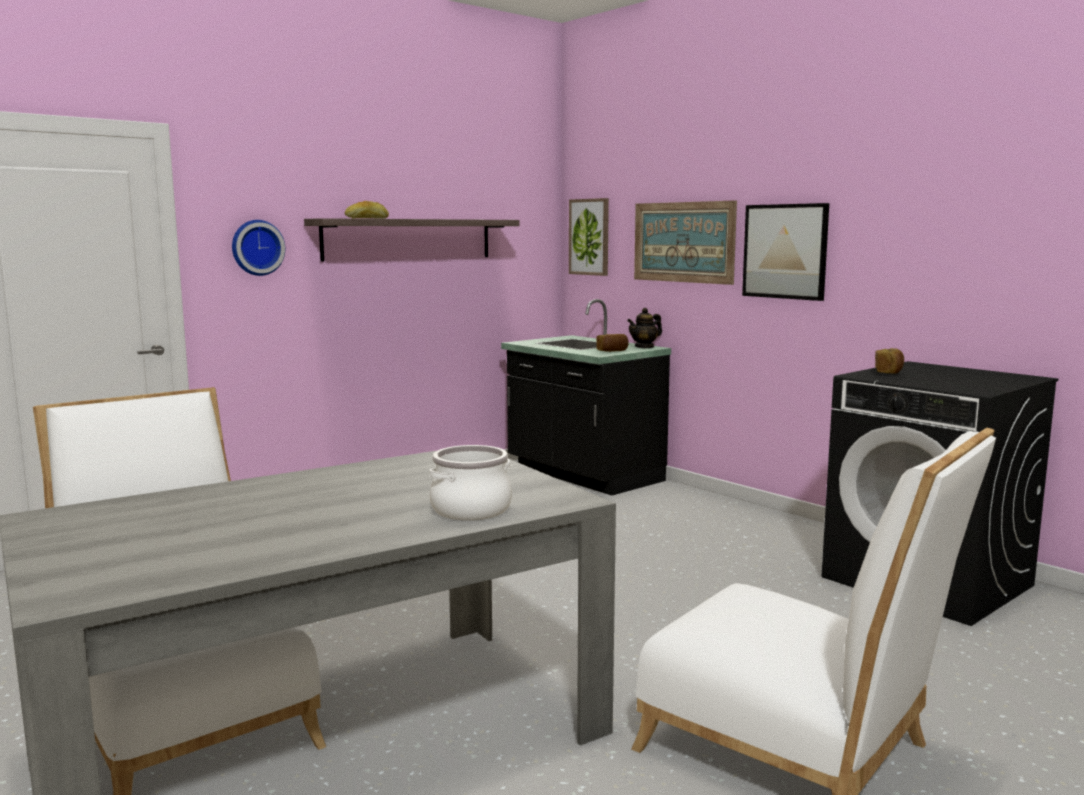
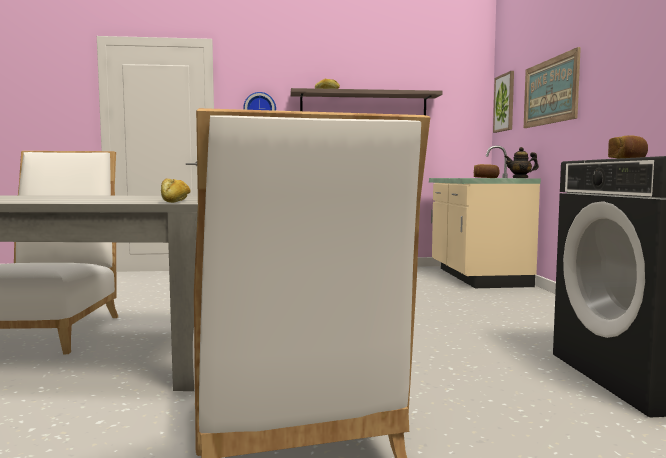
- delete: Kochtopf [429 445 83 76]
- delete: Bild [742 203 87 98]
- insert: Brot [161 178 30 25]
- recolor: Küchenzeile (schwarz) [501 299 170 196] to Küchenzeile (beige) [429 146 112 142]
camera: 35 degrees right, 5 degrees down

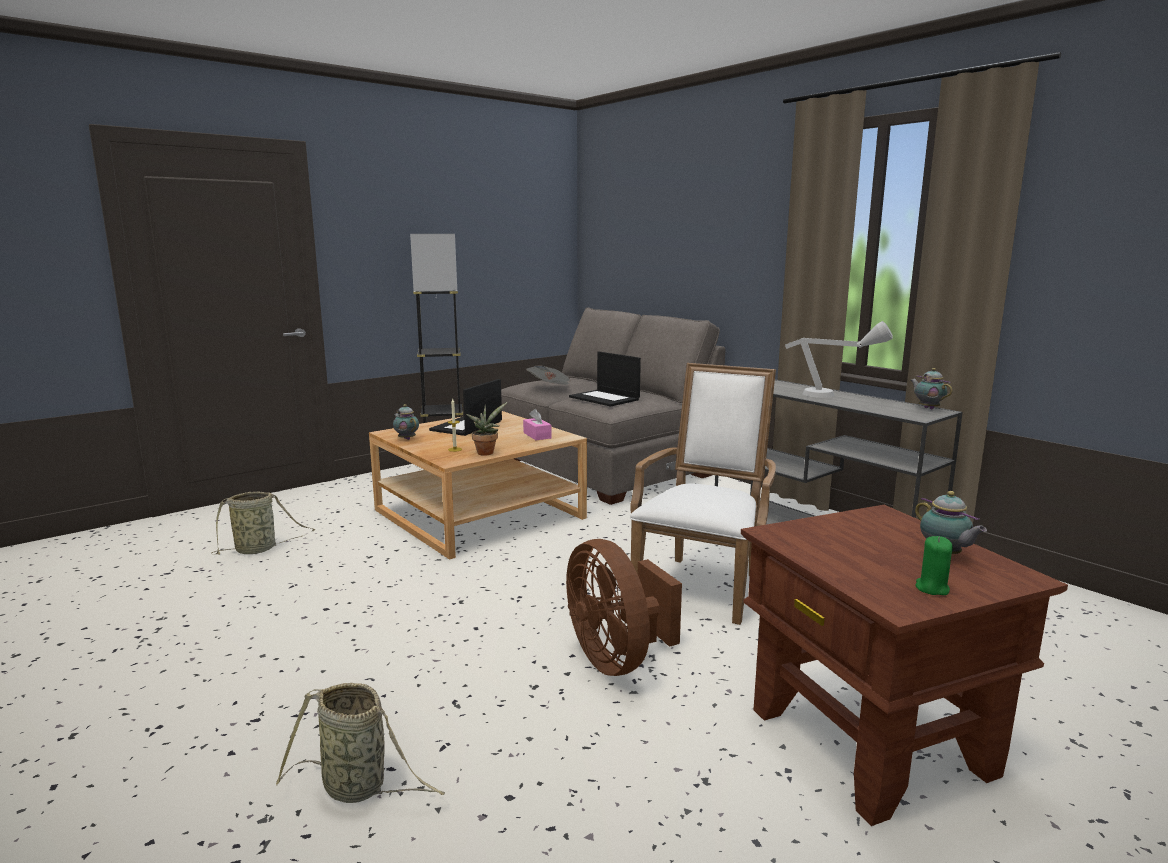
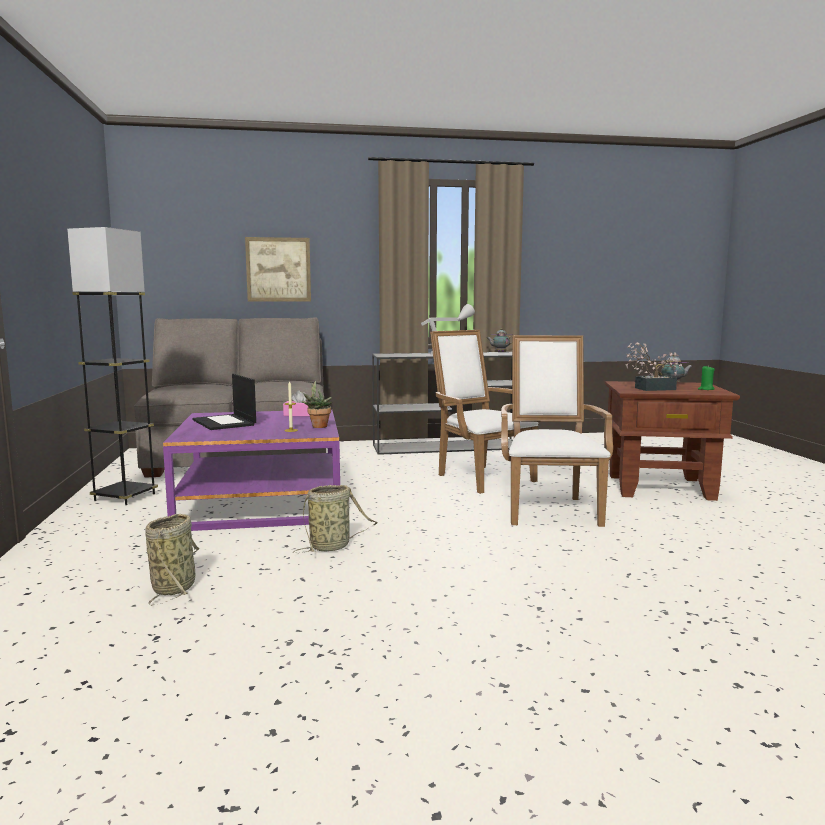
- delete: Teekanne [393 404 26 36]
- delete: Zeitung [526 366 44 19]
- delete: Laptop [569 351 72 56]
- insert: Bild [245 237 66 65]
- insert: Topfpflanze [626 342 56 49]
- move: Korb [276 683 169 120] to [293 485 85 68]
- replace: Ventilator (braun) [566 539 116 137] to Sessel (weiß) [501 335 112 192]
- recolor: Couchtisch (beige) [369 411 218 149] to Couchtisch (lila) [163 410 177 121]
camera: 60 degrees left, 5 degrees down

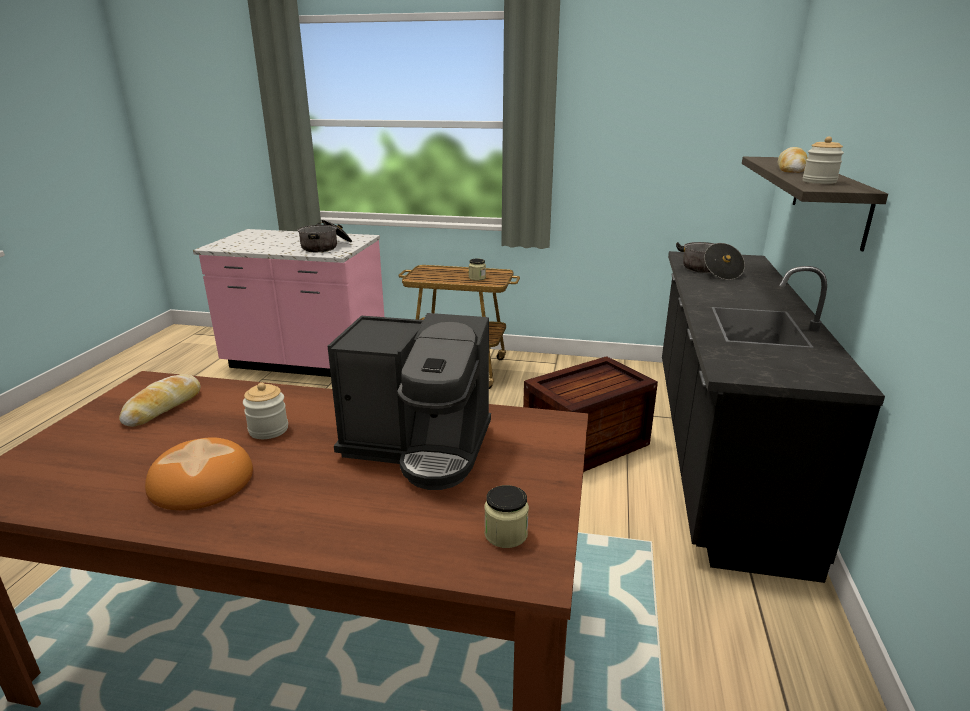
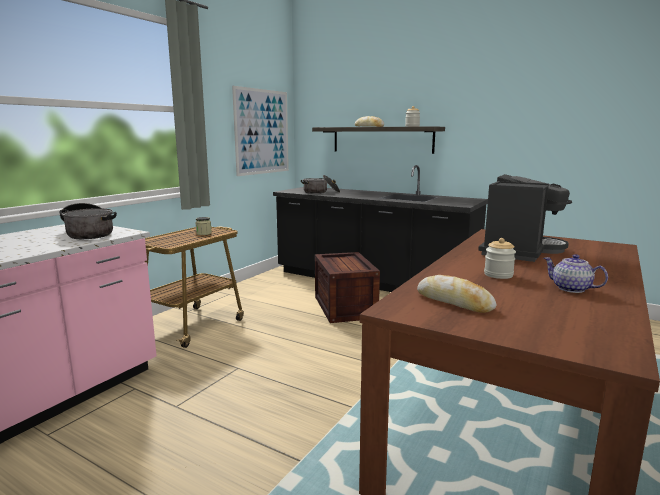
- delete: Vorratsglas [485 485 44 63]
- insert: Bild [232 86 57 90]
- replace: Brot [145 437 108 73] to Teekanne [544 254 64 39]
camera: 70 degrees left, 10 degrees down

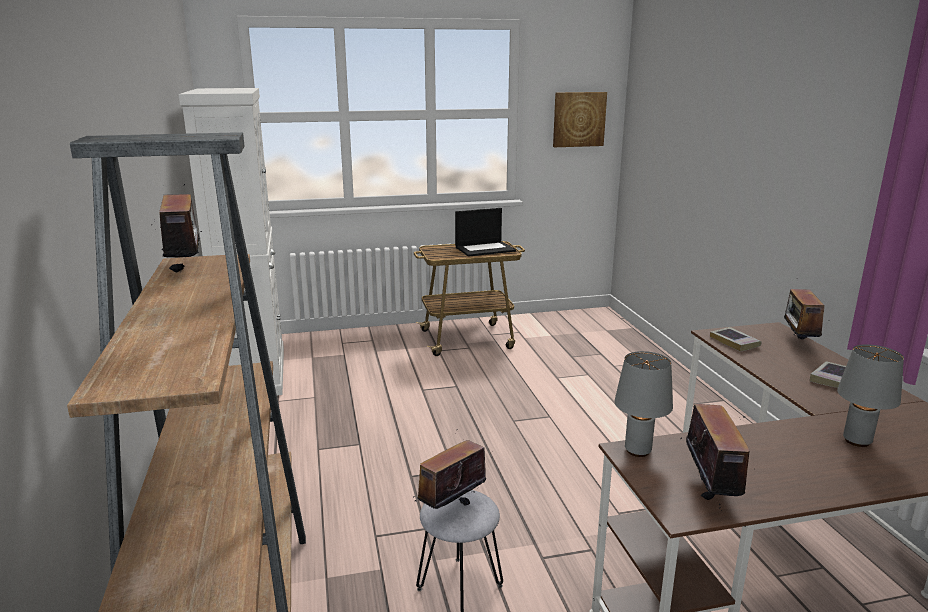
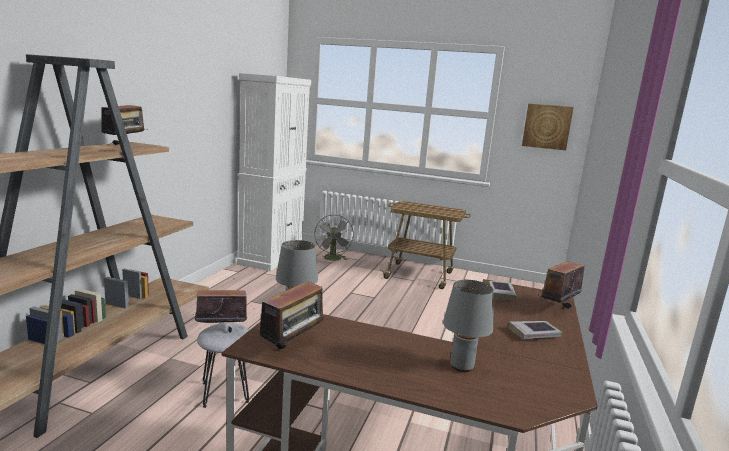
- delete: Laptop [455 208 61 49]
- insert: Ventilator (grau) [314 214 40 47]
camera: 30 degrees right, 5 degrees down

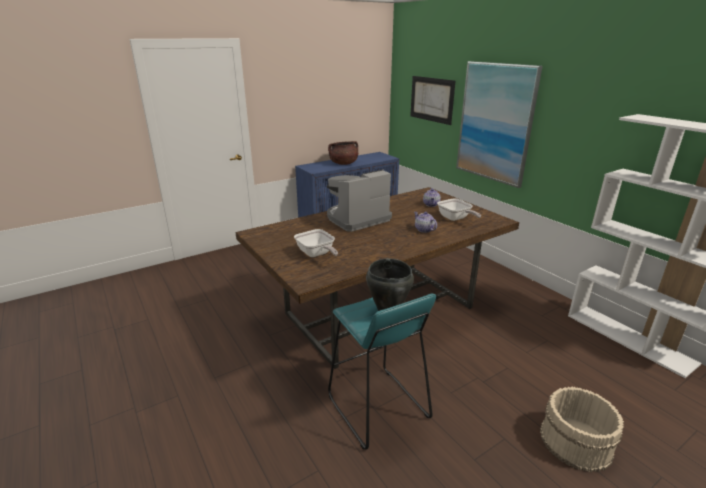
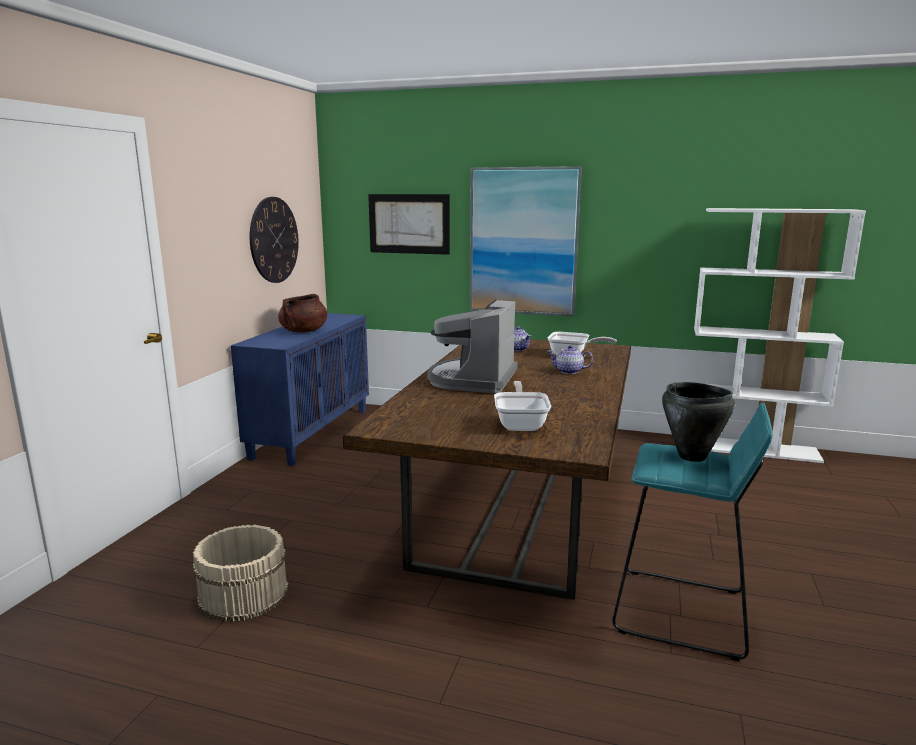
- insert: Wanduhr [250 197 49 86]
- move: Eimer (beige) [540 387 84 86] to [193 525 96 97]
- rotate: Pfanne [294 229 44 28] = [494 381 57 50] 105 degrees counterclockwise
camera: 40 degrees left, 10 degrees down

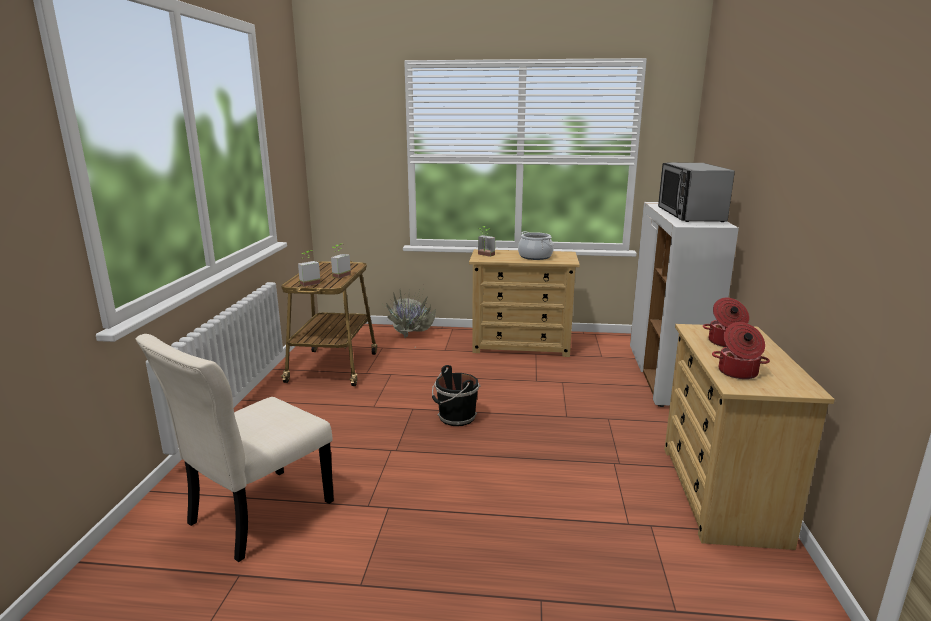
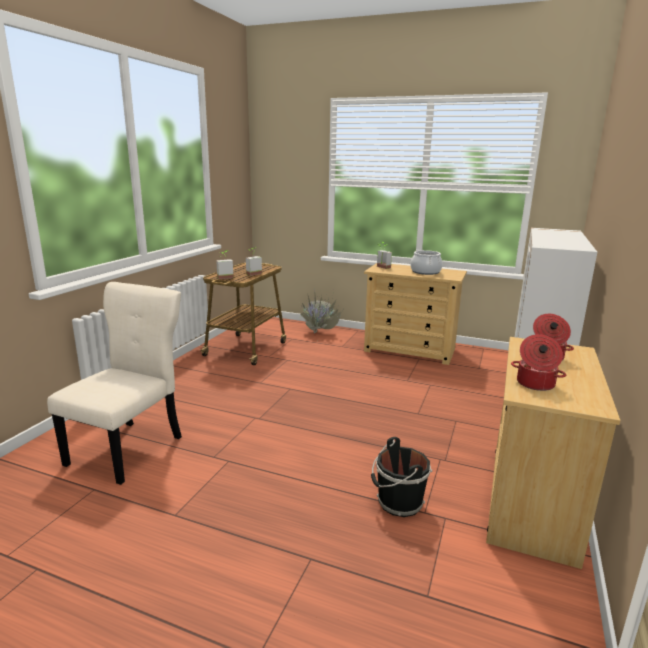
- delete: Mikrowelle [658 163 77 59]
- move: Eimer (schwarz) [432 365 49 61] to [371 437 61 80]
- rotate: Stuhl (beige) [136 334 198 228] = [47 282 135 203] 150 degrees clockwise
camera: 15 degrees right, 0 degrees up

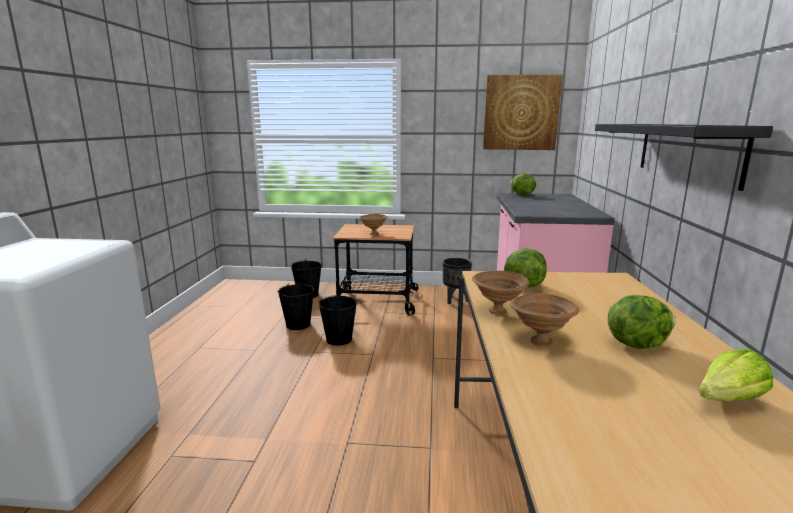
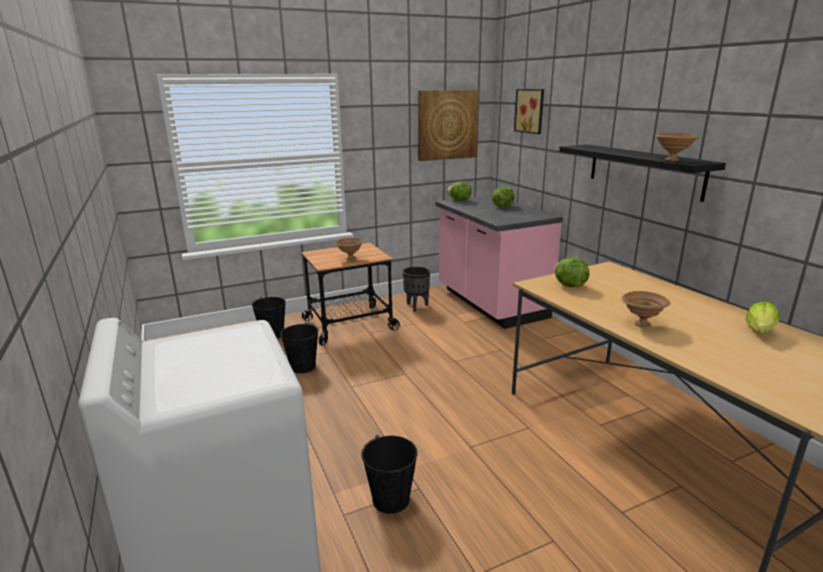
- insert: Bild [514 89 30 45]
- move: Eimer (schwarz) [318 294 39 52] to [361 435 57 79]
- move: Schüssel (braun) [472 271 57 44] to [655 133 44 28]
- move: Salatkopf [608 295 68 54] to [492 187 23 21]
camera: 30 degrees left, 5 degrees up

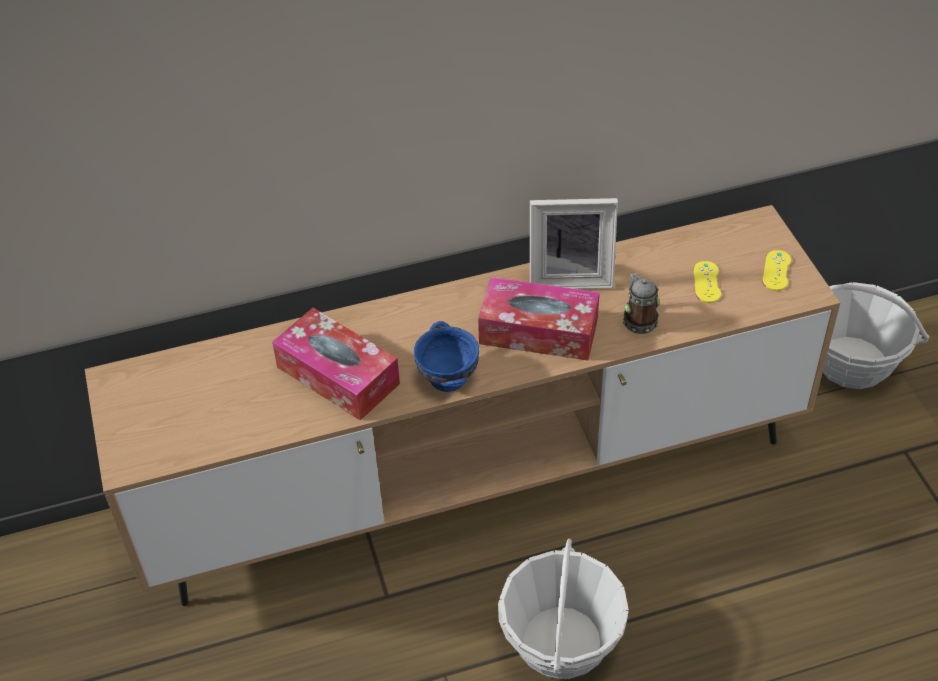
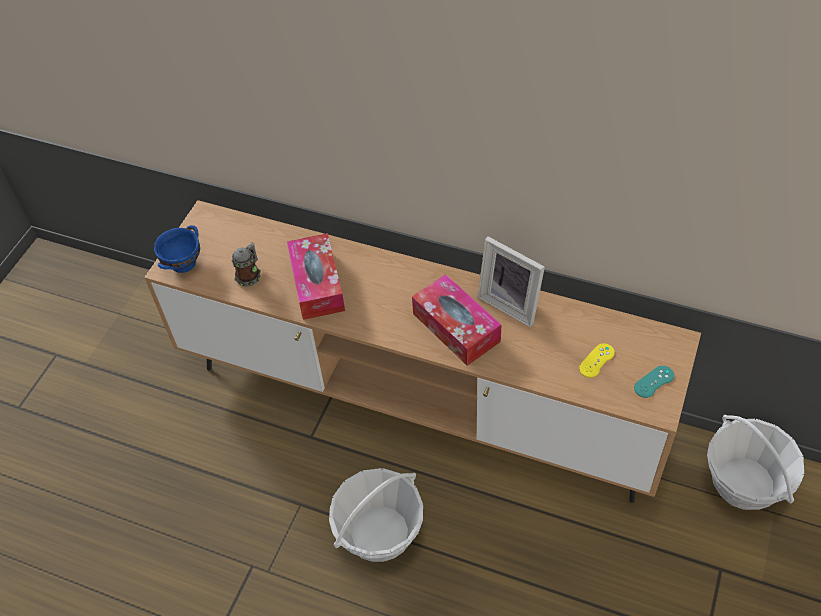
- move: Schüssel (blau) [414 321 65 71] to [154 225 46 48]
- move: Henkelbecher [623 273 37 61] to [232 242 29 45]
- recolor: Gamepad (gelb) [762 250 29 41] to Gamepad (türkis) [634 366 40 32]
camera: 40 degrees right, 5 degrees up

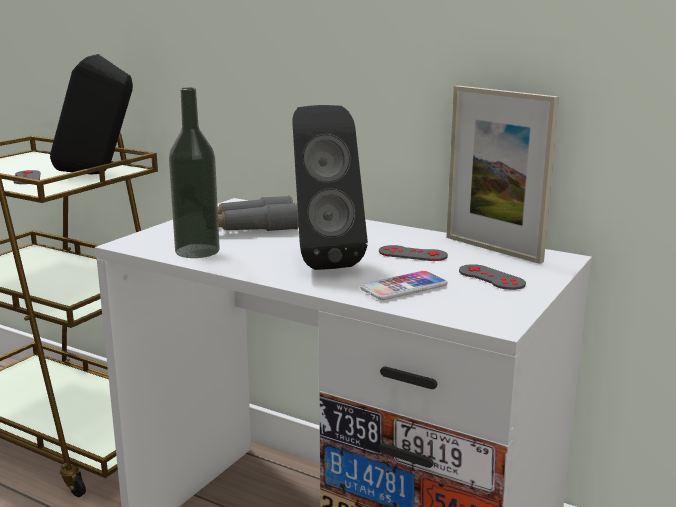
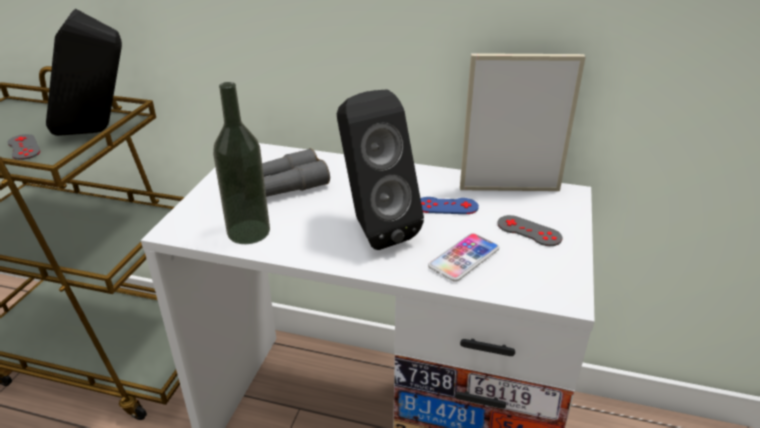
- recolor: Gamepad (grau) [379 245 69 16] to Gamepad (blau) [420 197 59 17]
- rotate: Bilderrahmen [446 85 113 179] = [460 53 126 138] 150 degrees clockwise
camera: 15 degrees left, 15 degrees up

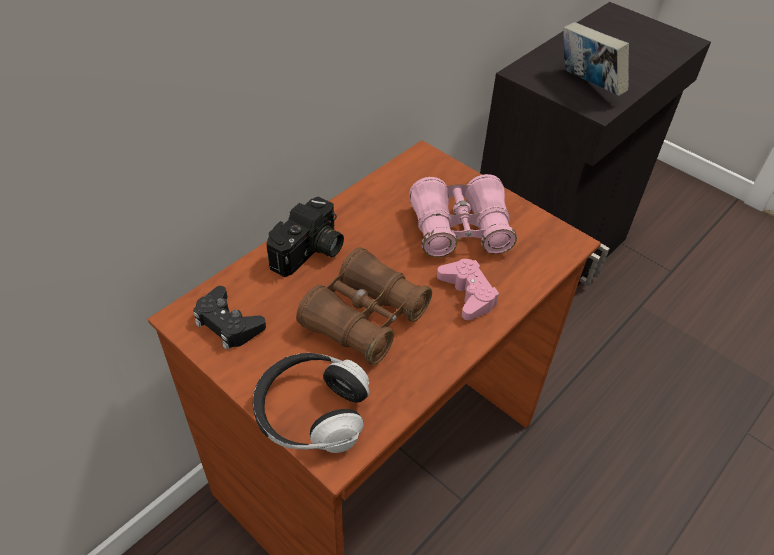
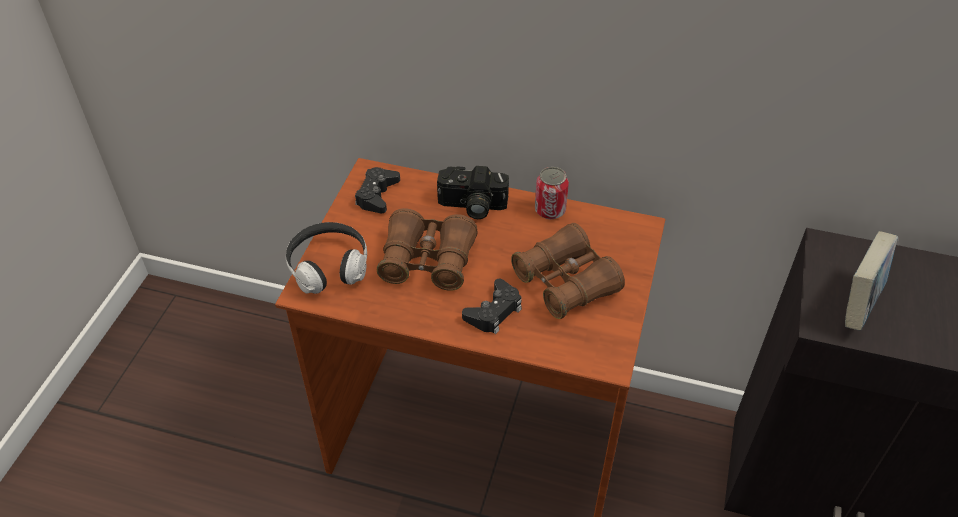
- insert: Dose [535 167 34 52]
- recolor: Fernglas (rosa) [409 174 108 83] to Fernglas (braun) [511 223 114 96]
- recolor: Gamepad (rosa) [437 259 62 61] to Gamepad (schwarz) [462 279 60 55]
camera: 65 degrees right, 0 degrees up

